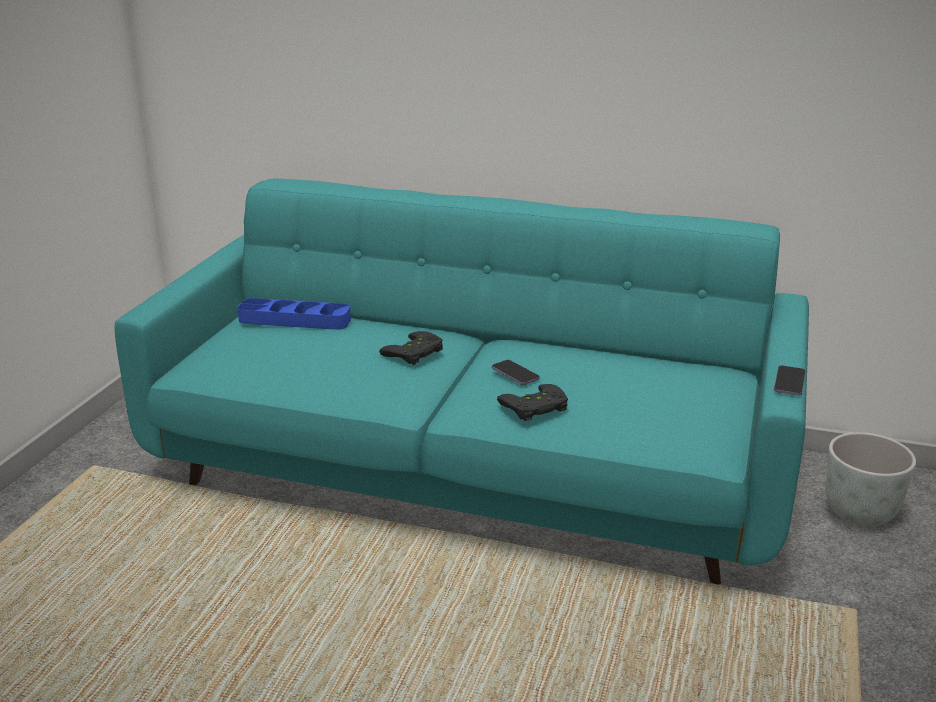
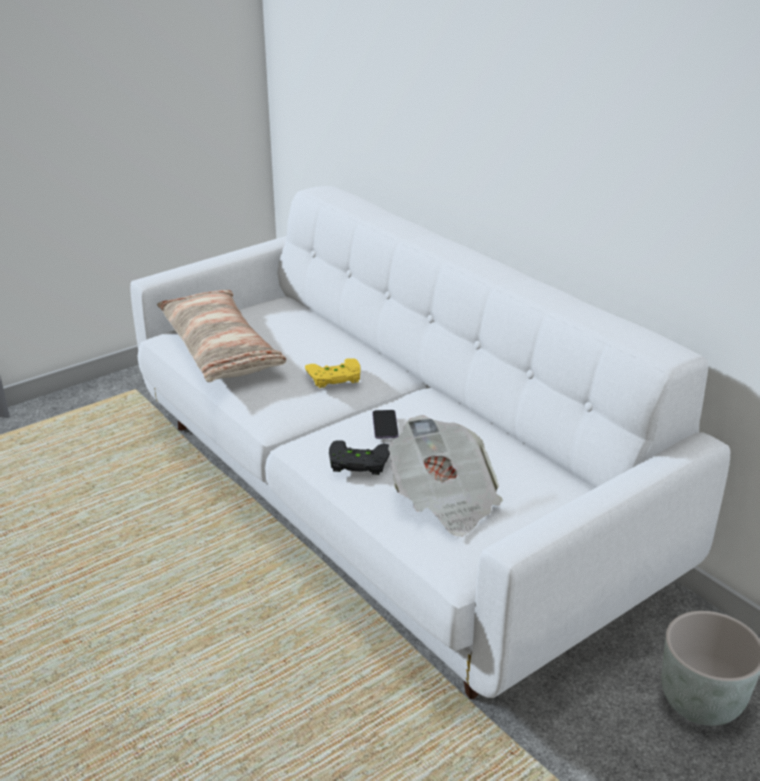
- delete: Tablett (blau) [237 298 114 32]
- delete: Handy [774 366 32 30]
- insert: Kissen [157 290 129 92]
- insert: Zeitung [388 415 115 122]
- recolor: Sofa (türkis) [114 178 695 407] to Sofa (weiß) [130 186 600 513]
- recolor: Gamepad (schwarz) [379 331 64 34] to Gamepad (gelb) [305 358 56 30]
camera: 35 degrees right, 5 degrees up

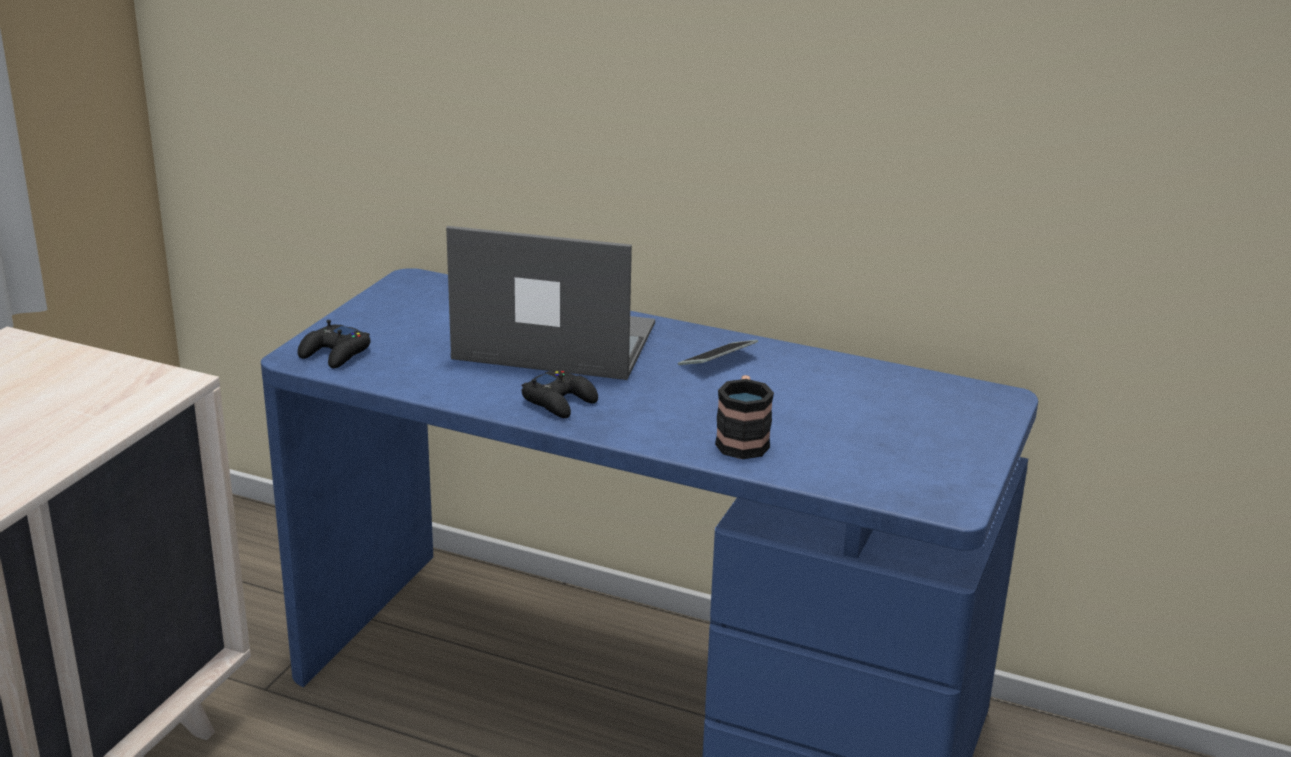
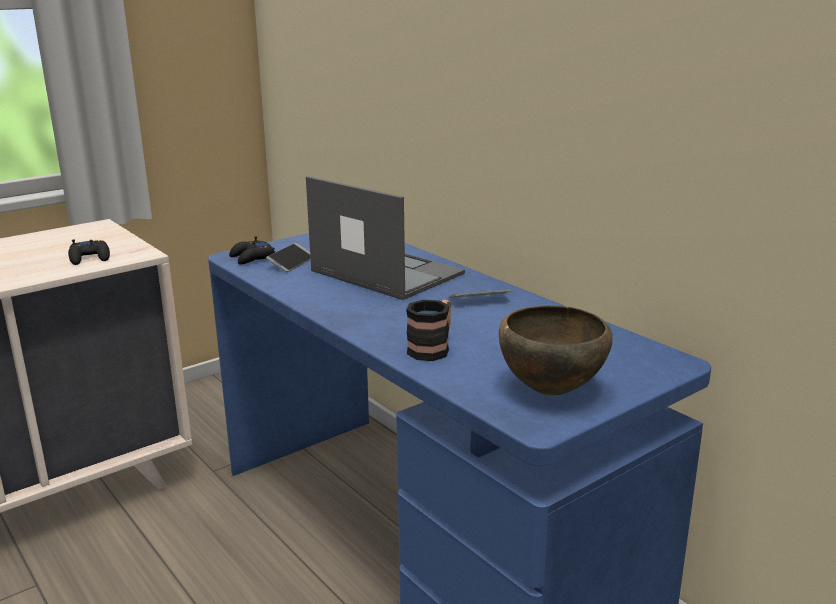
- insert: Handy [266 243 45 29]
- insert: Schüssel (braun) [499 305 114 90]
- move: Gamepad (schwarz) [521 371 77 47] to [68 240 42 25]
camera: 30 degrees right, 5 degrees down

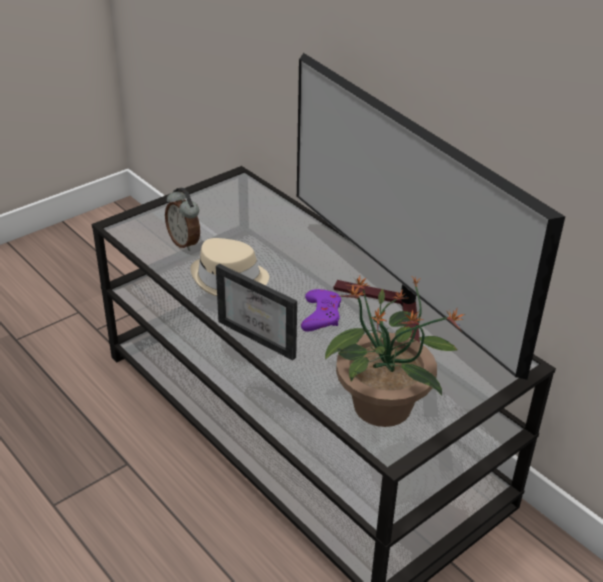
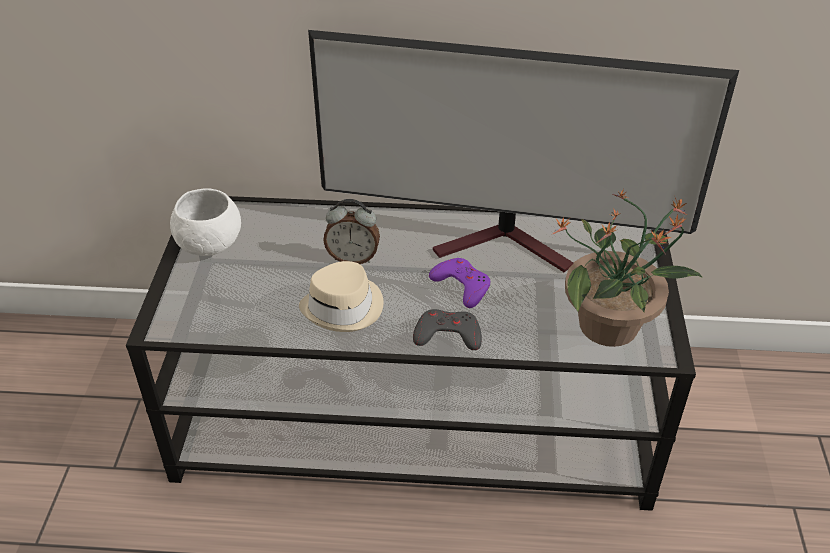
- insert: Schüssel (weiß) [170 188 71 68]
- move: Wecker [165 187 35 64] to [323 199 57 65]
- replace: Bilderrahmen [216 264 81 96] to Gamepad (grau) [413 309 69 41]
camera: 45 degrees left, 5 degrees up

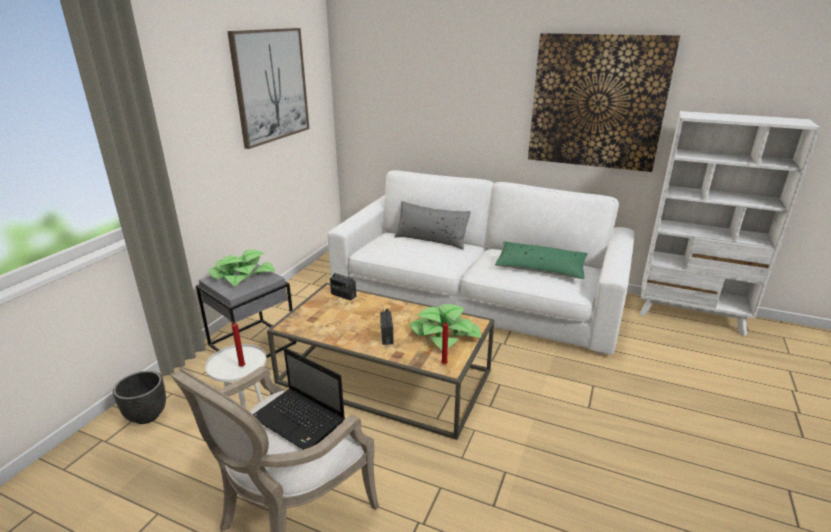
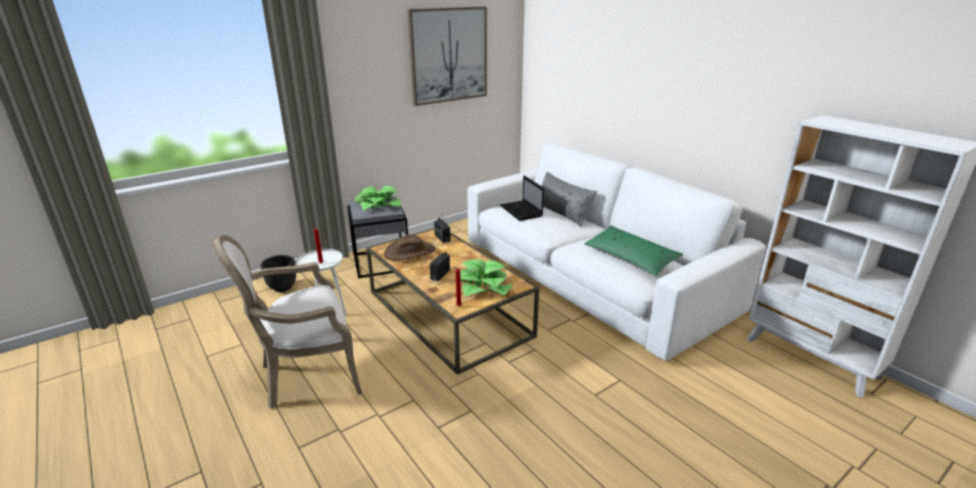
- delete: Bild [528 33 152 139]
- insert: Hut (braun) [384 234 52 26]
- move: Laptop [253 348 92 102] to [500 176 44 45]
camera: 30 degrees right, 0 degrees up

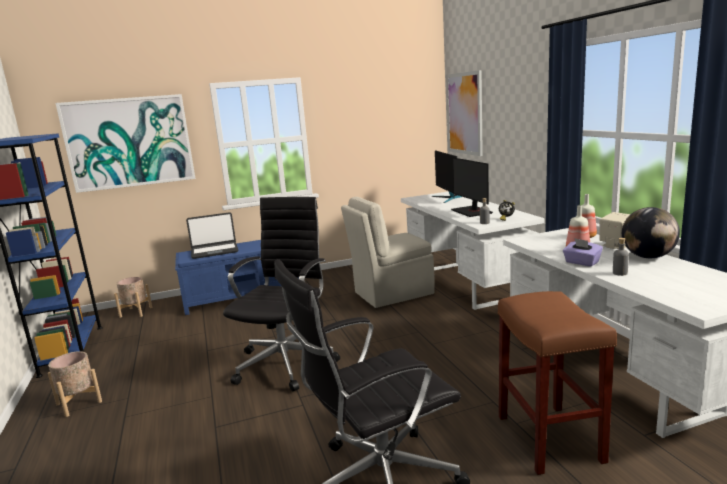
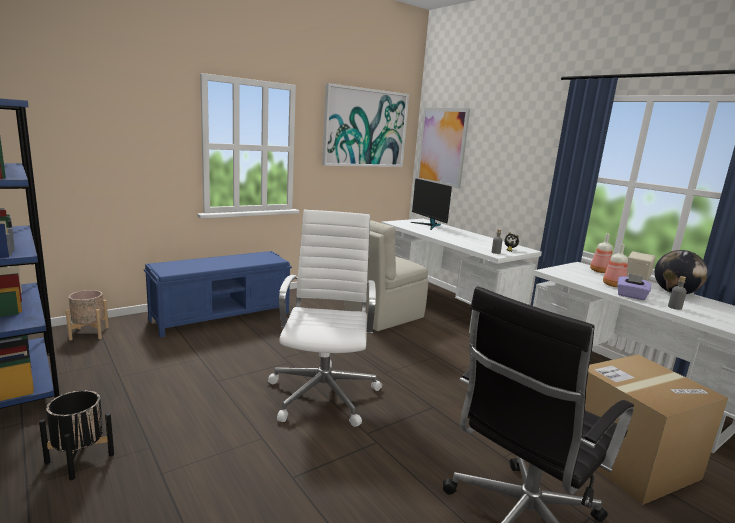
- delete: Laptop [186 212 52 47]
- delete: Monitor [451 158 42 59]
- move: Bild [56 94 139 99] to [322 83 87 84]
- replace: Hocker (braun) [498 291 119 184] to Karton [585 354 143 151]
- recolor: Pflanzkübel (beige) [48 351 54 66] to Pflanzkübel (schwarz) [39 390 75 90]
- recolor: Bürostuhl (schwarz) [223 197 117 194] to Bürostuhl (weiß) [268 210 114 217]
camera: 20 degrees left, 0 degrees up

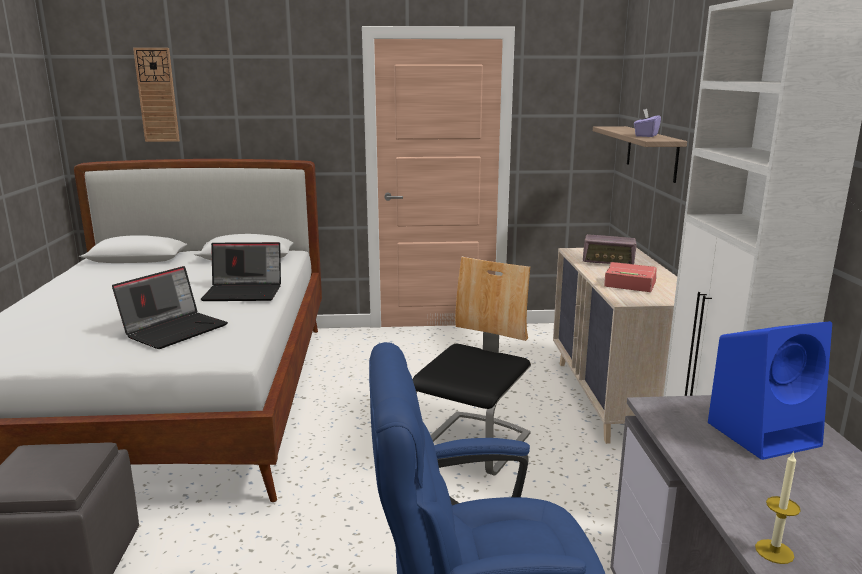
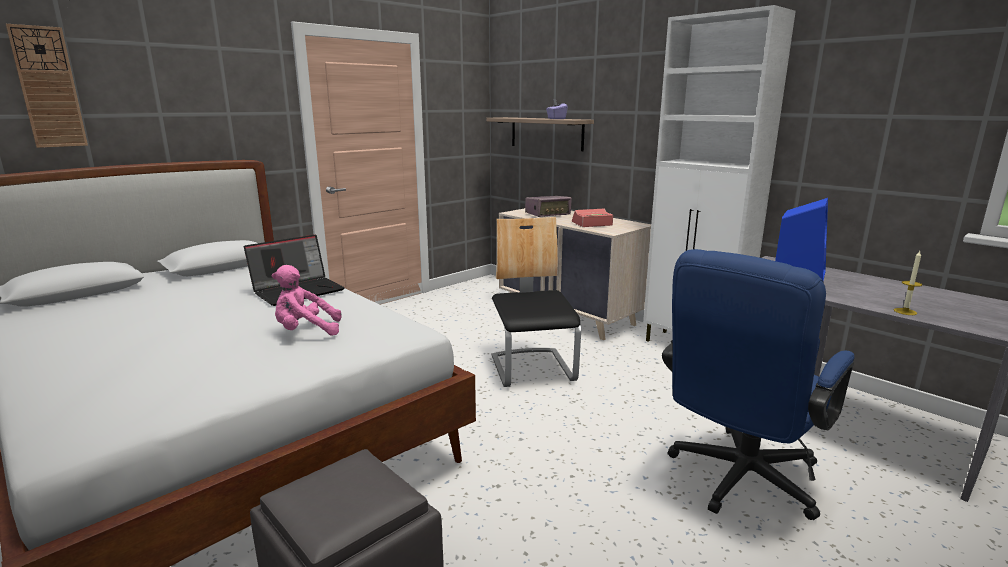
- replace: Laptop [112 266 116 83] to Plüschtier (rosa) [272 265 70 71]
camera: 40 degrees left, 0 degrees up

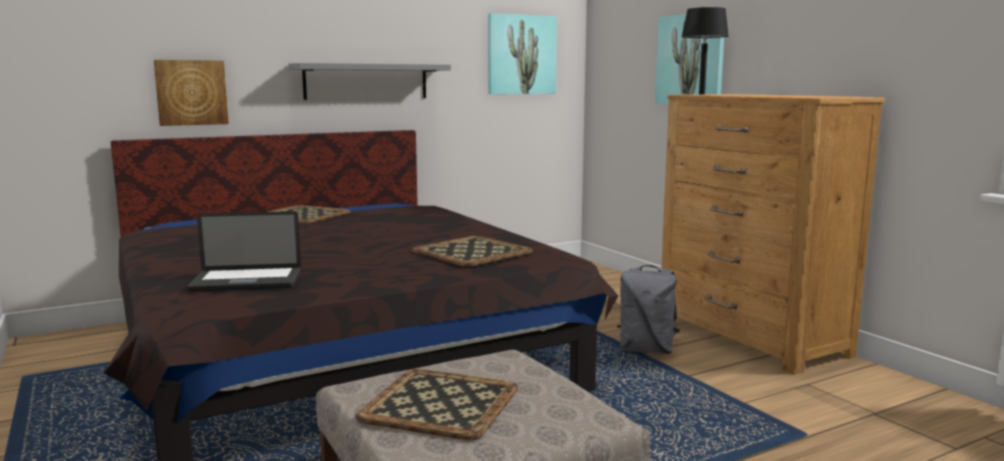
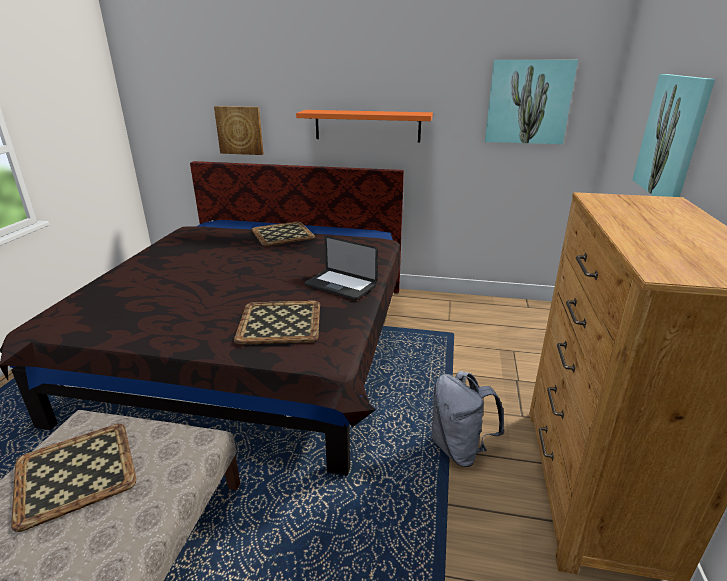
- delete: Tischlampe (schwarz) [681 7 48 88]
- move: Laptop [187 211 114 81] to [304 236 74 64]
- recolor: Wandregal (grau) [288 63 163 37] to Wandregal (orange) [296 110 137 33]
camera: 40 degrees right, 15 degrees up

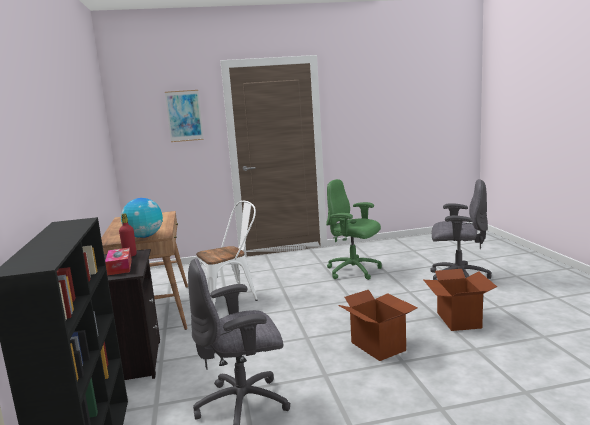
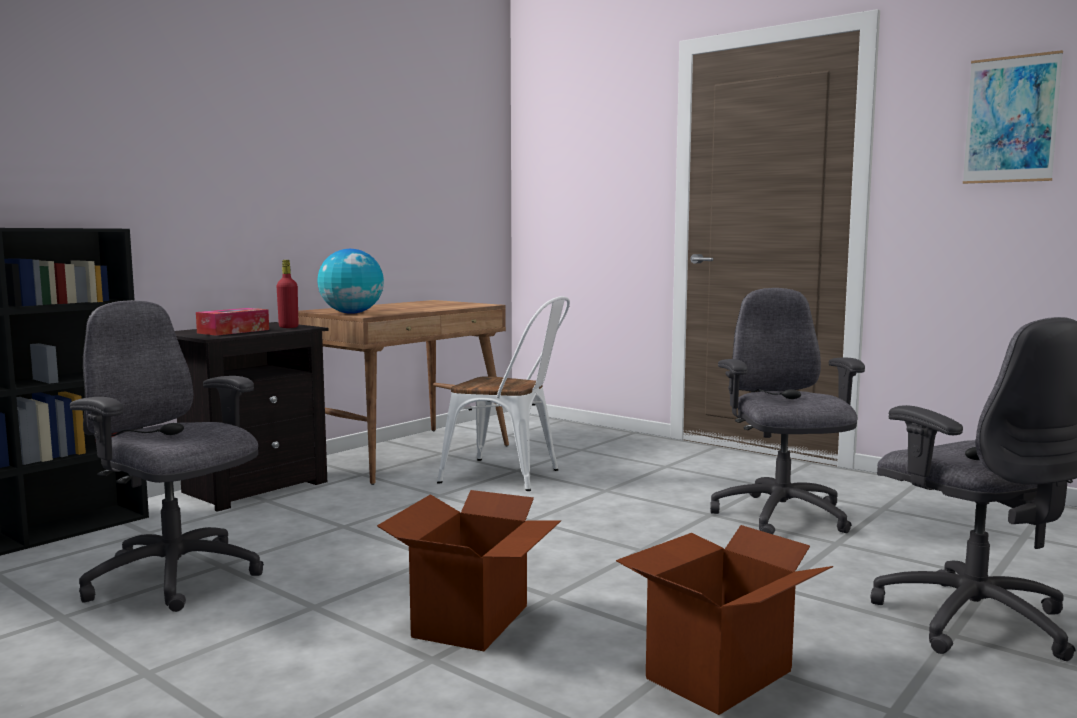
- move: Bild [165 90 39 52] to [963 50 100 134]
- recolor: Bürostuhl (grün) [326 179 56 101] to Bürostuhl (grau) [710 288 155 246]
camera: 50 degrees right, 5 degrees down

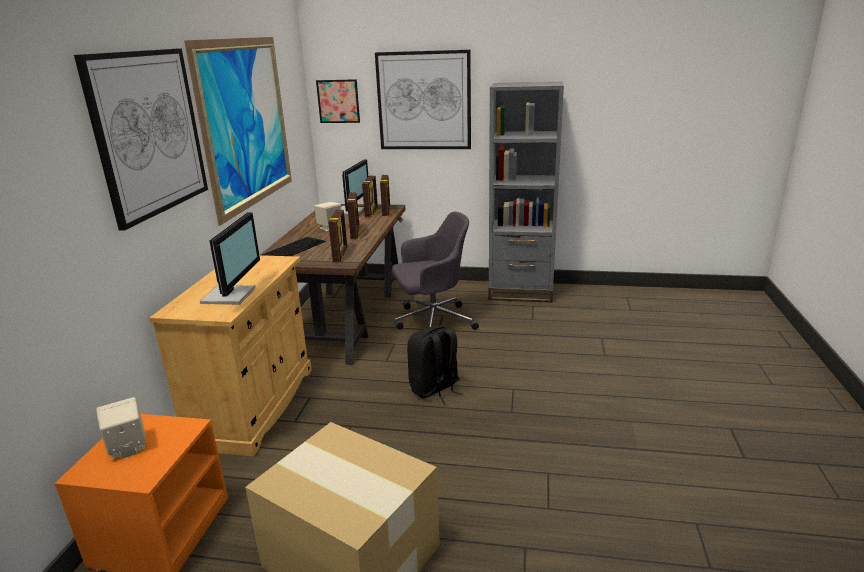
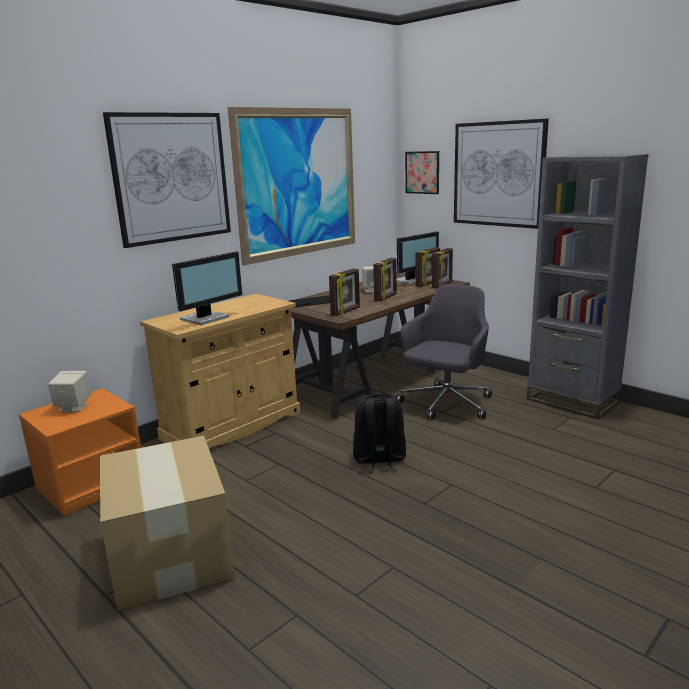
- rotate: Bürostuhl (grau) [392 212 87 118] = [396 284 96 136] 75 degrees counterclockwise
camera: 35 degrees right, 5 degrees down

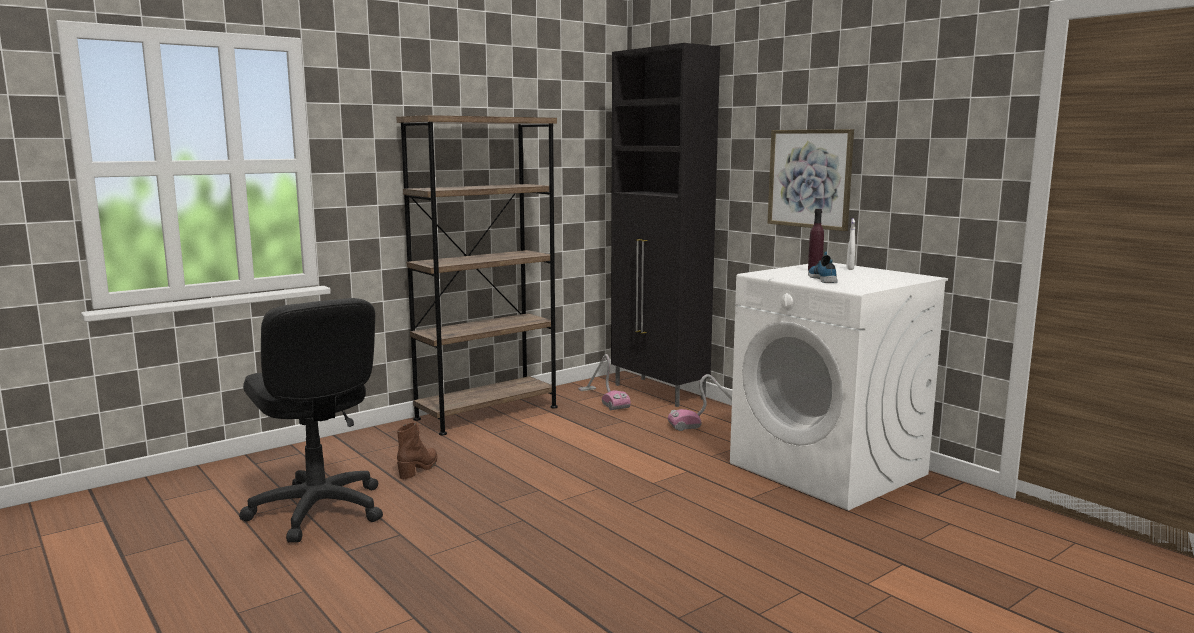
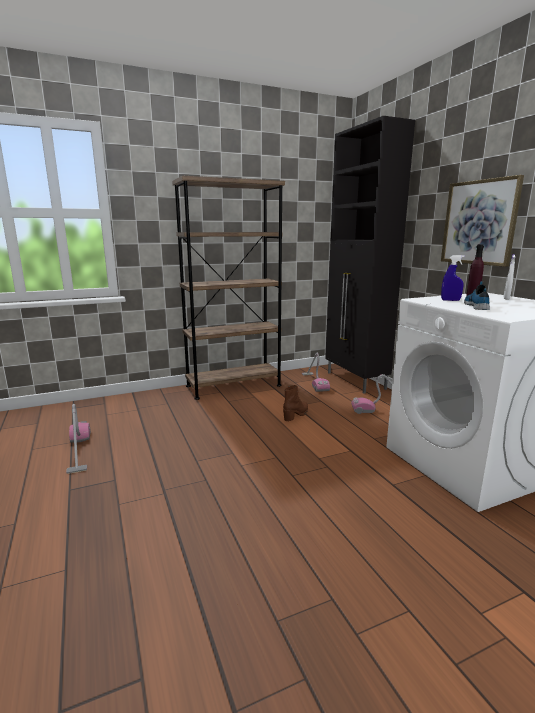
- insert: Sprühflasche (blau) [441 255 24 46]
- move: Stiefel (braun) [397 422 40 57] to [283 385 25 36]
- replace: Bürostuhl (schwarz) [239 298 144 245] to Staubsauger [66 404 25 70]
camera: 15 degrees right, 5 degrees up

